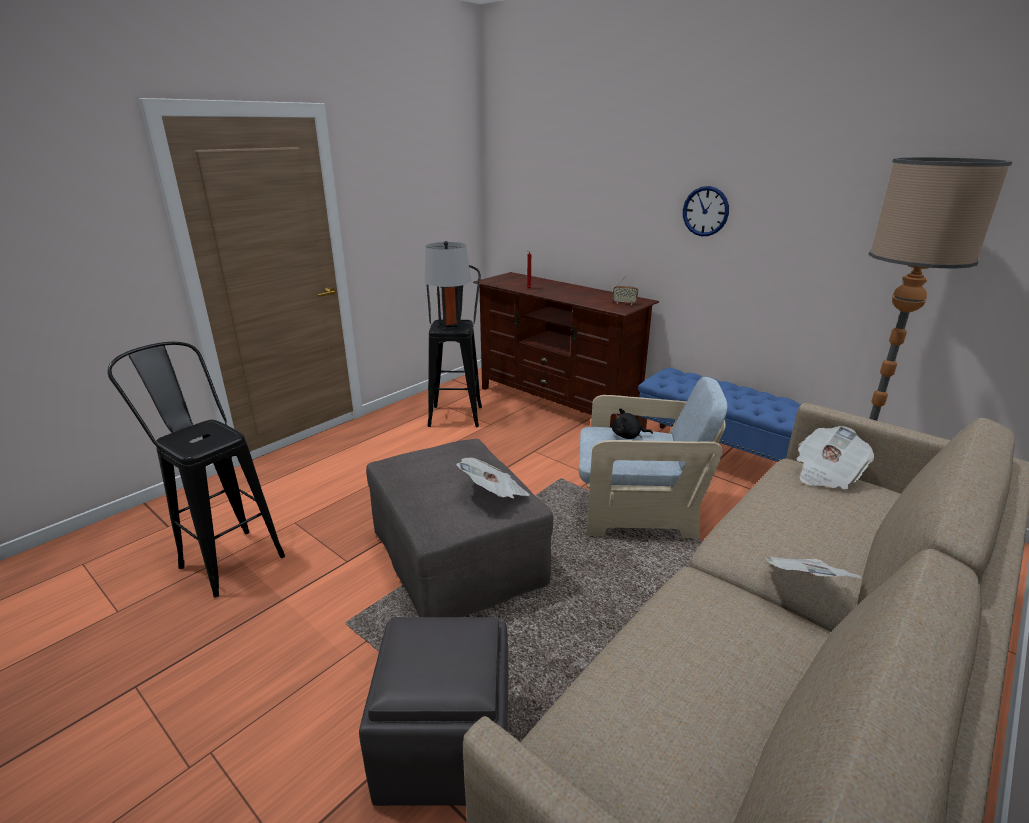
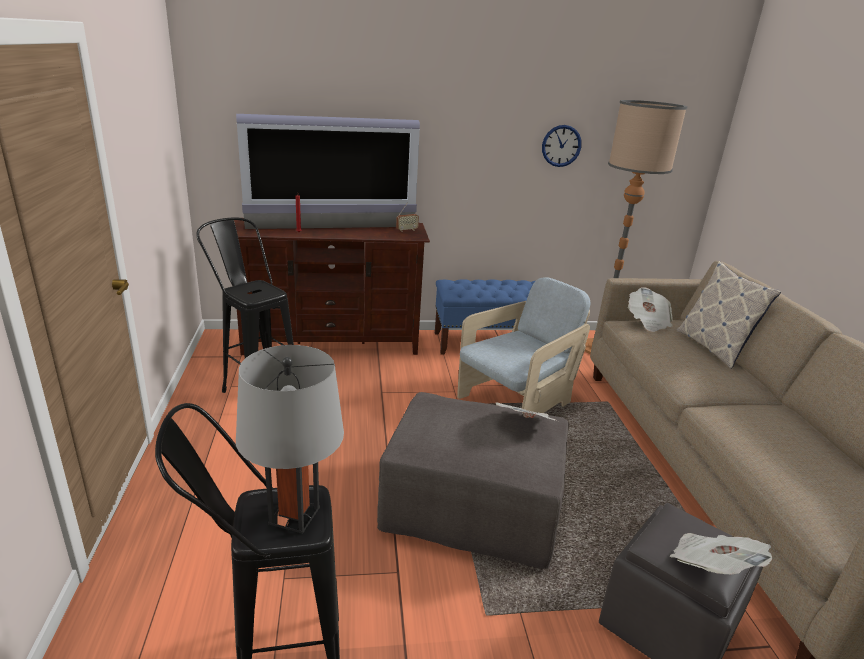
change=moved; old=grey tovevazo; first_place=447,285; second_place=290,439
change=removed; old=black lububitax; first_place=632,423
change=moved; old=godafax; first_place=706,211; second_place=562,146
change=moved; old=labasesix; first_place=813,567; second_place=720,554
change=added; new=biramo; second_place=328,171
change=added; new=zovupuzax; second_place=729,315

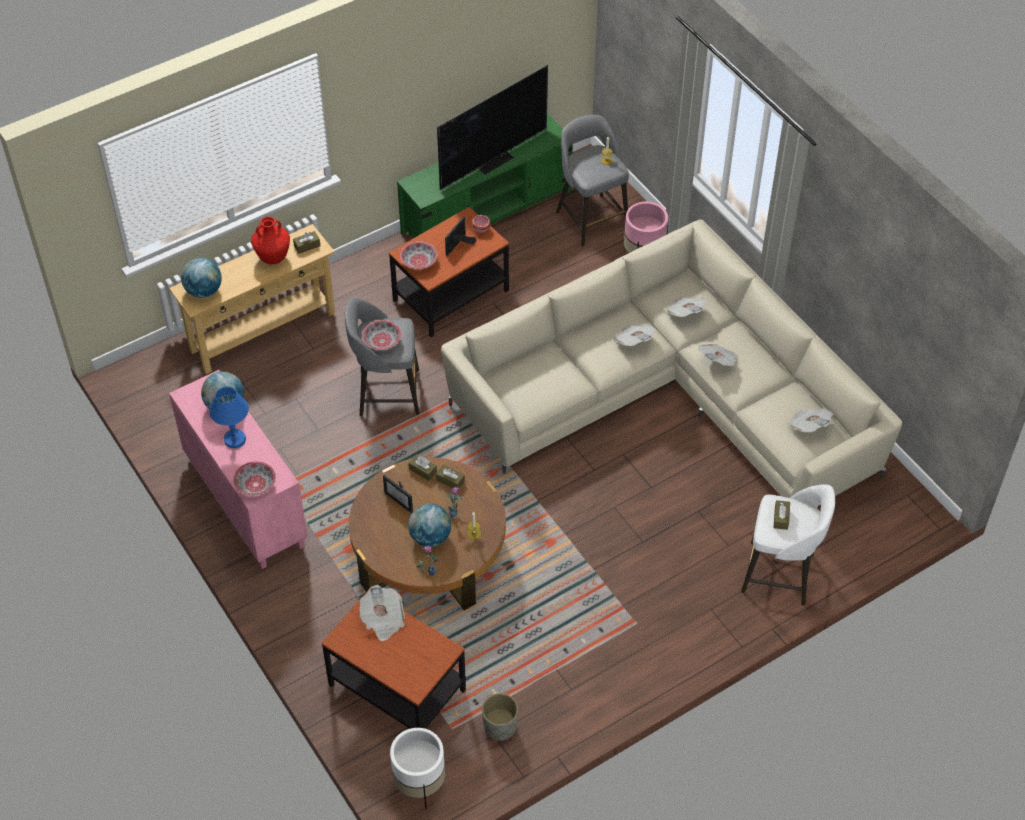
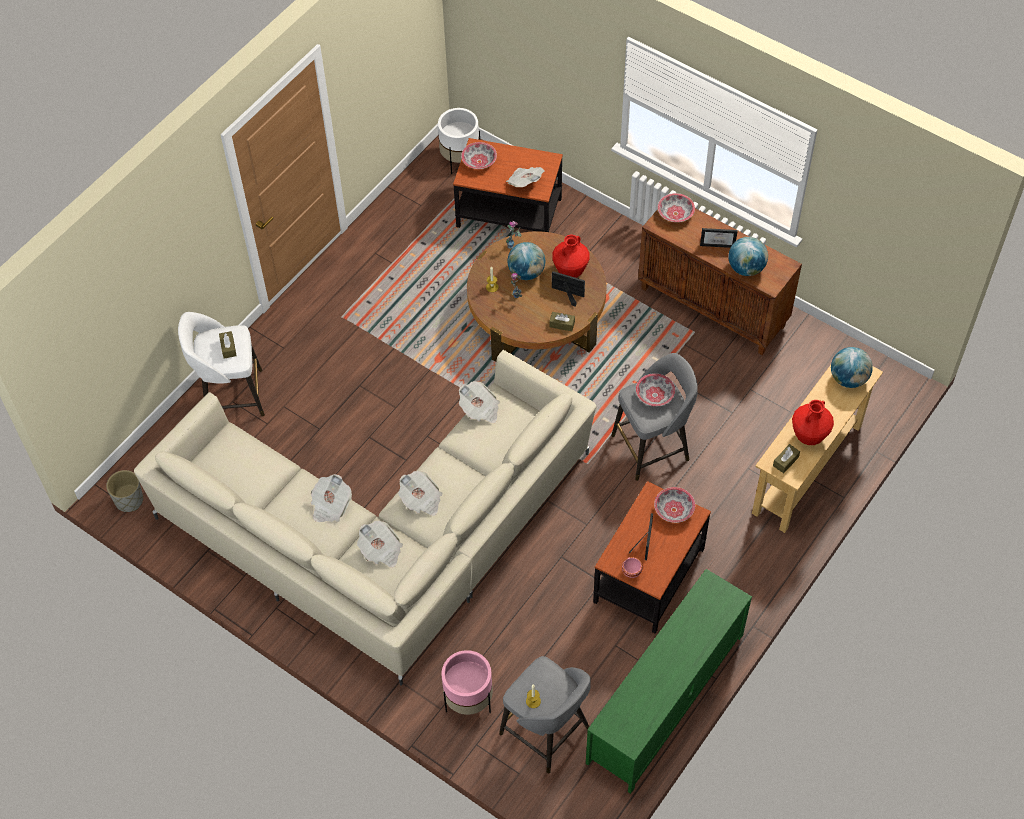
change=recoloured; old=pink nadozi; new=brown nadozi; first_place=238,469; second_place=720,281
change=replaced; old=blue tovevazo; new=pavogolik; first_place=229,417; second_place=719,238
change=removed; old=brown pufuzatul; first_place=450,477
change=removed; old=biramo; first_place=492,127
change=moved; old=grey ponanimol; first_place=500,717; second_place=124,491
change=moved; old=labasesix; first_place=810,420; second_place=479,402
change=added; new=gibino; second_place=479,155
change=added; new=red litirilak; second_place=570,256

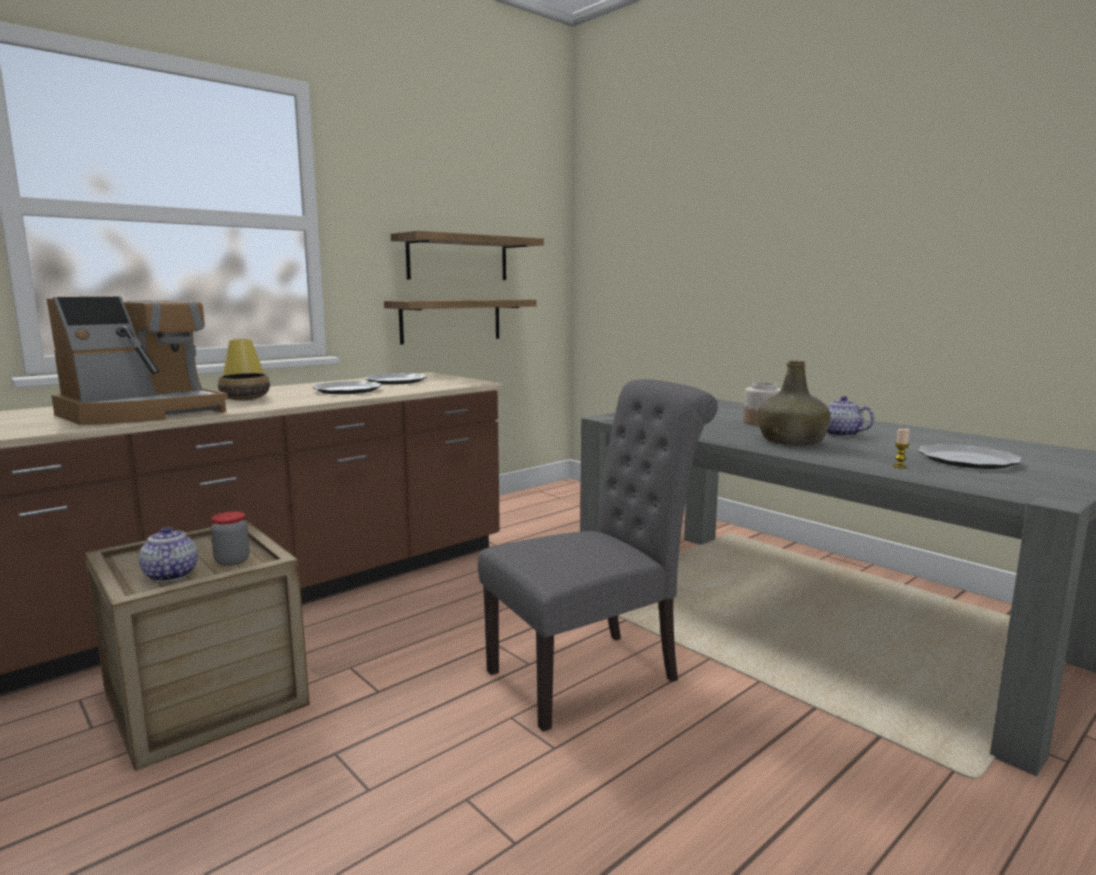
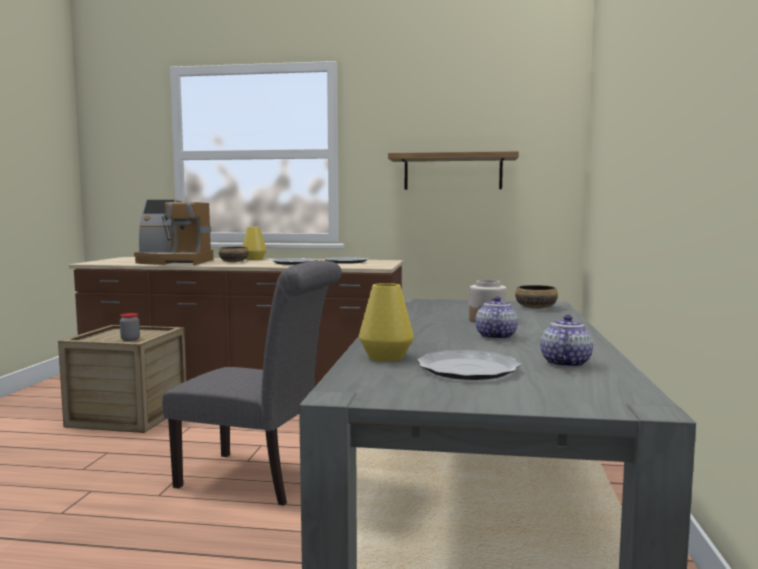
change=moved; old=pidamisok; first_place=168,554; second_place=566,341
change=removed; old=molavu; first_place=460,321
change=removed; old=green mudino; first_place=794,402
change=replaced; old=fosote; new=yellow litirilak; first_place=901,448; second_place=386,322
change=added; new=gibino; second_place=536,297

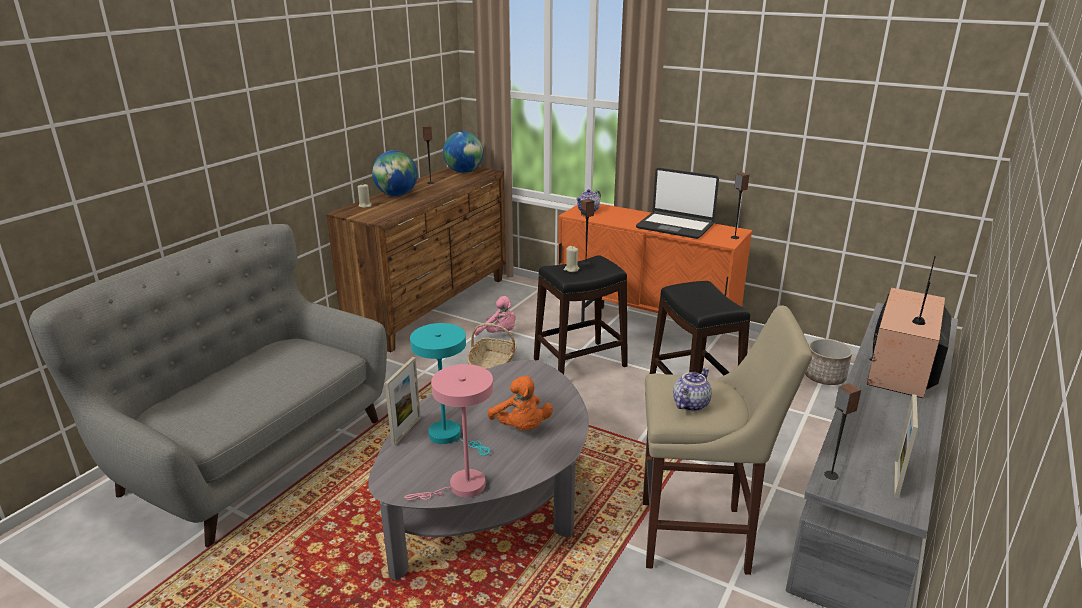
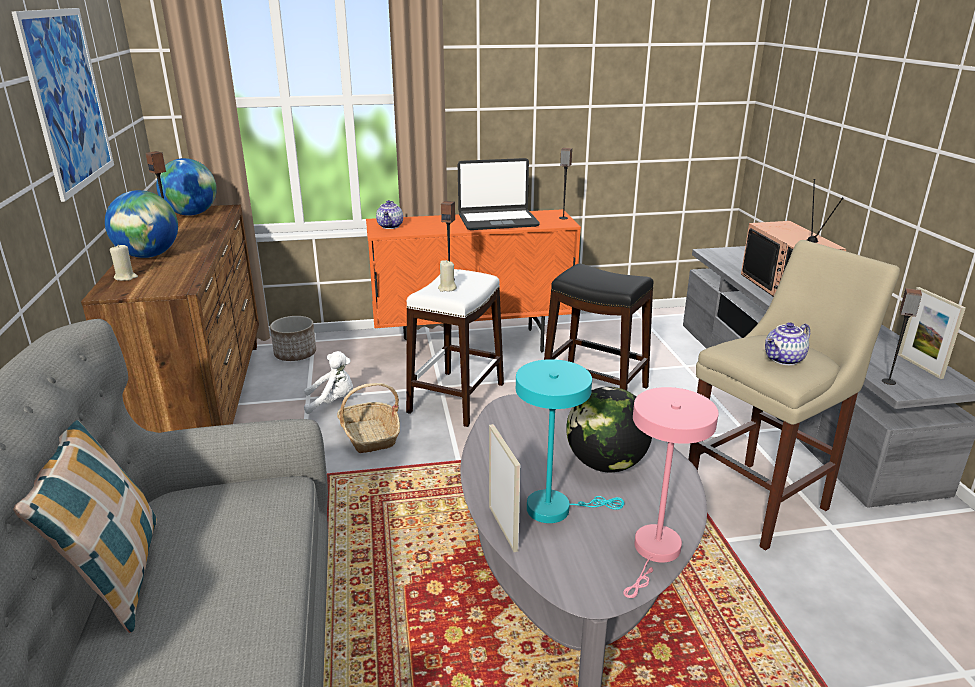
change=recoloured; old=pink lububitax; new=white lububitax; first_place=495,316; second_place=328,382
change=replaced; old=orange lububitax; new=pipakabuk; first_place=520,403; second_place=609,429
change=recoloured; old=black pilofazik; new=white pilofazik; first_place=581,314; second_place=455,348
change=turned; old=pidamisok; first_place=692,389; second_place=787,343; degrees=-120
change=moved; old=ponanimol; first_place=828,362; second_place=293,338
change=added; new=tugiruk; second_place=63,105
change=added; new=zovupuzax; second_place=85,526

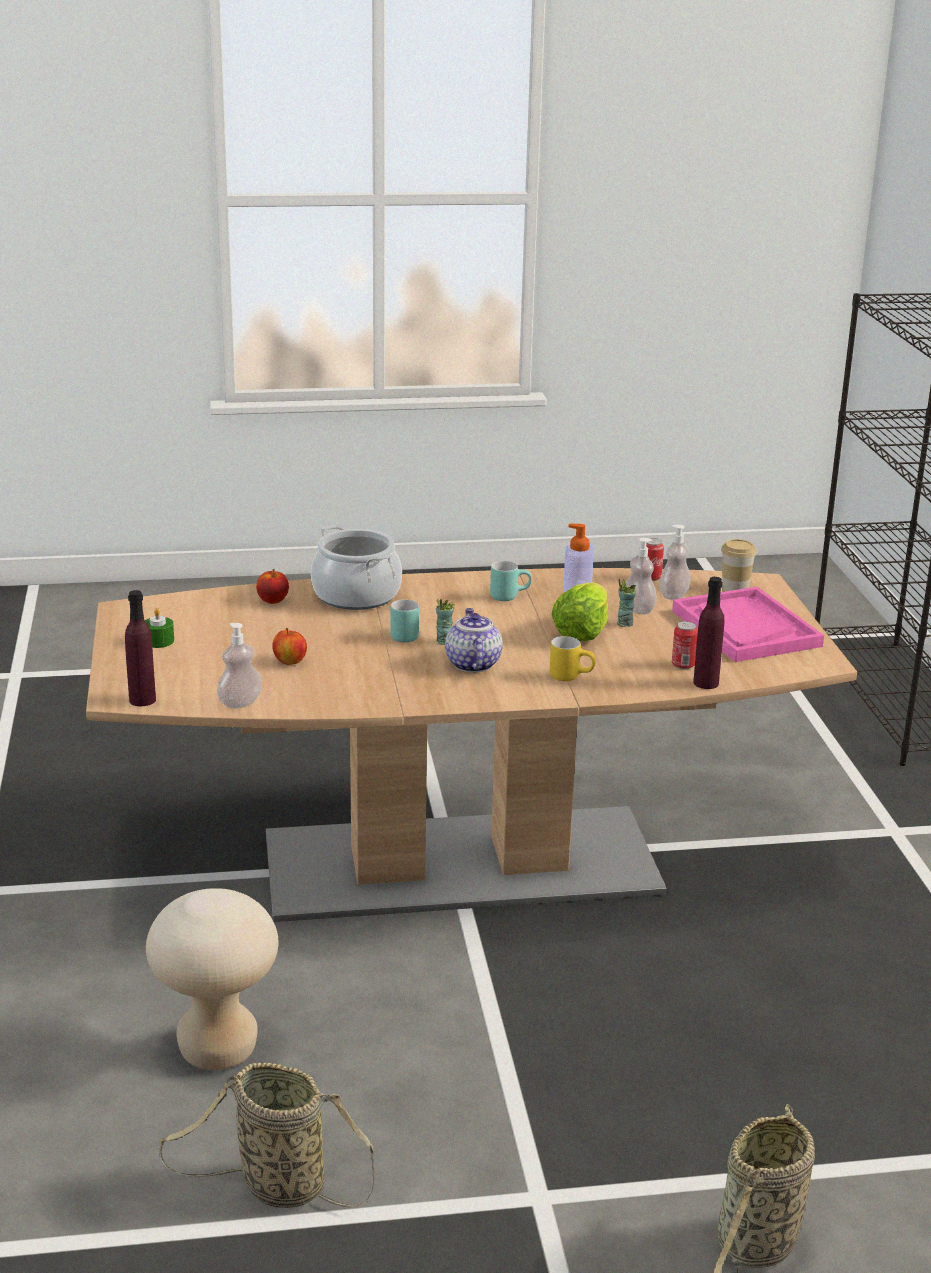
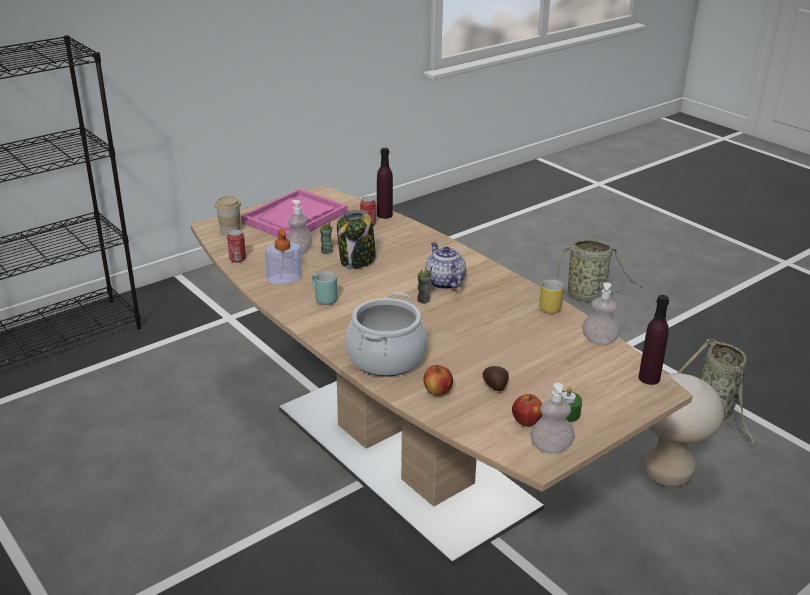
change=moved; old=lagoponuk; first_place=289,646; second_place=527,410
change=removed; old=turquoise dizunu; first_place=404,621
change=turned; old=pidamisok; first_place=474,640; second_place=445,265; degrees=105
change=moved; old=yellow dizunu; first_place=572,658; second_place=551,296
change=replaced; old=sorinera; new=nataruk; first_place=579,612; second_place=356,239
change=moved; old=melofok; first_place=675,562; second_place=552,418
change=added; new=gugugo; second_place=496,378

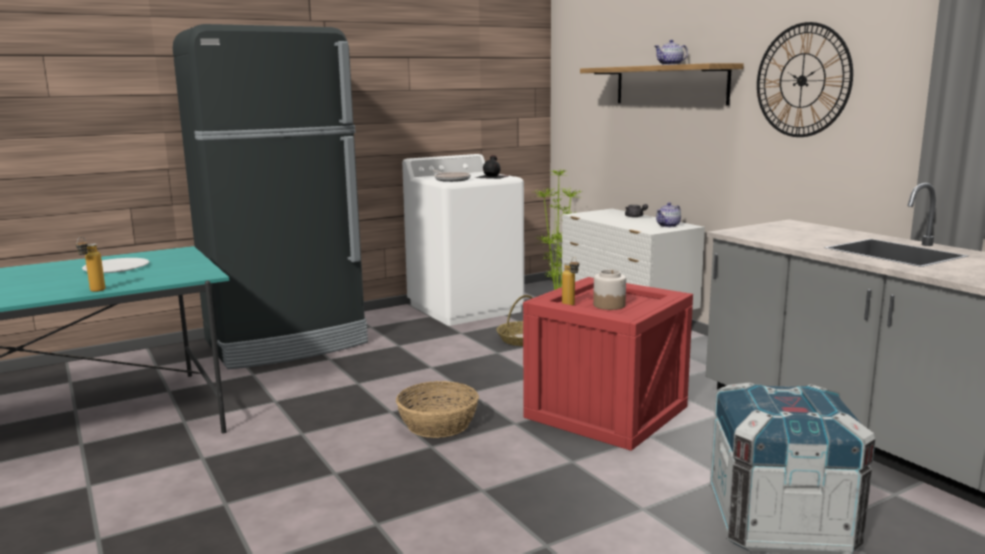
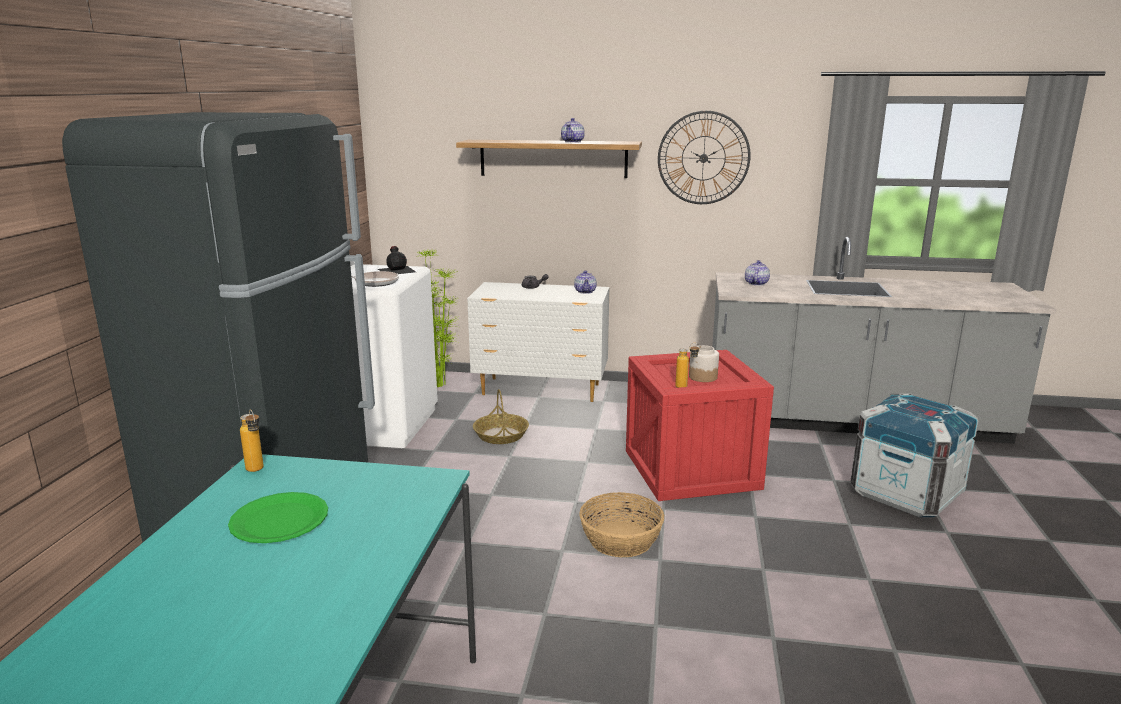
change=moved; old=mudino; first_place=90,264; second_place=252,440
change=recoloured; old=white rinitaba; new=green rinitaba; first_place=115,265; second_place=278,517
change=added; new=pidamisok; second_place=757,273

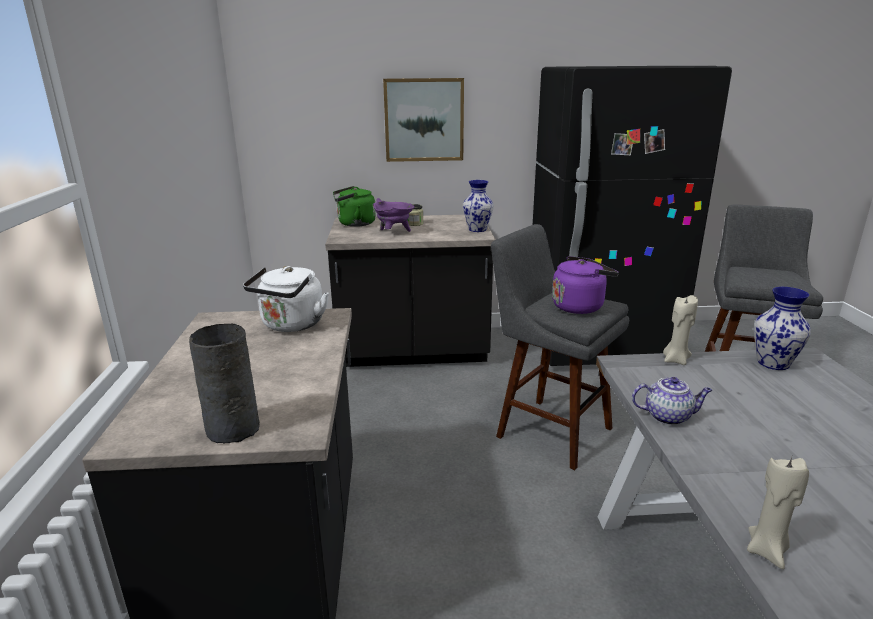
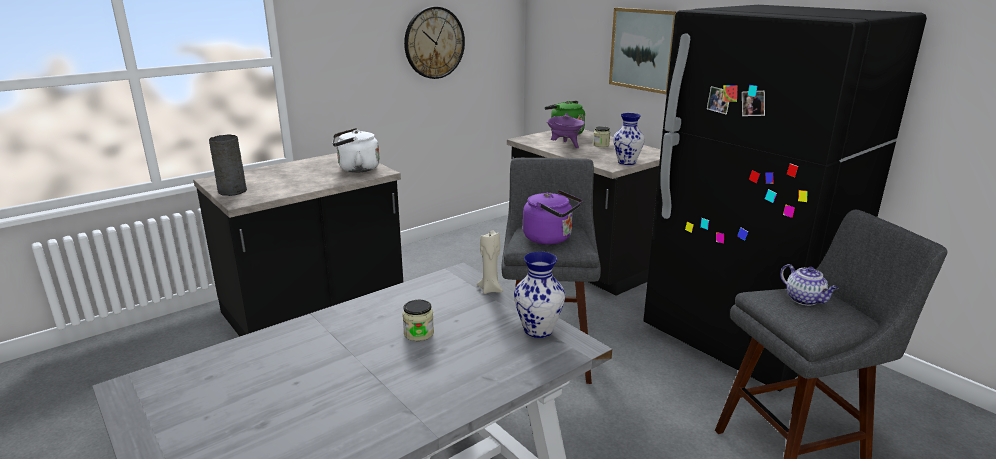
change=moved; old=pidamisok; first_place=672,401; second_place=809,285
change=removed; old=beige fosote; first_place=778,513
change=added; new=nataruk; second_place=418,320
change=added; new=godafax; second_place=434,42

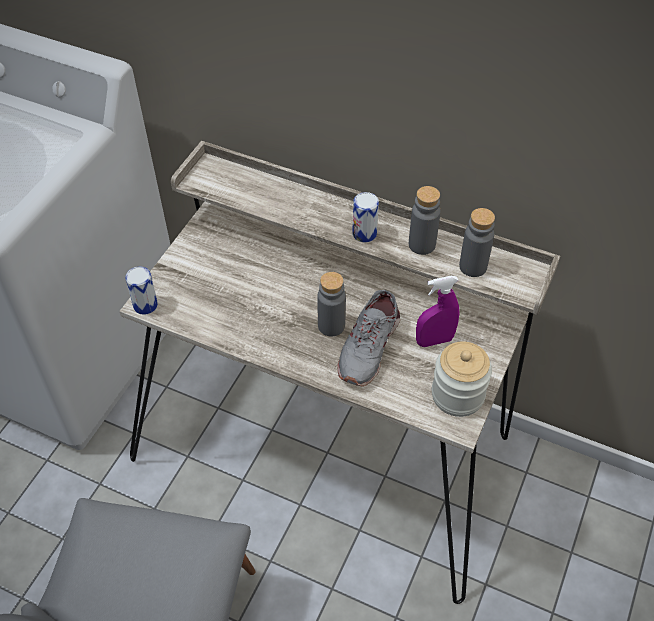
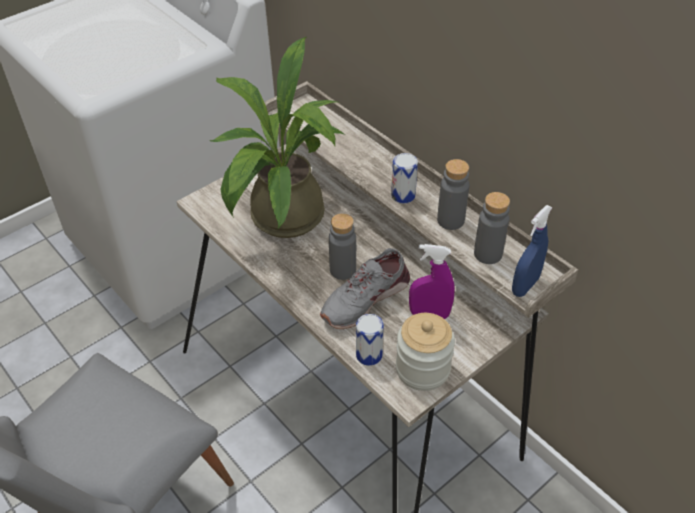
change=moved; old=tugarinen; first_place=141,290; second_place=370,340
change=added; new=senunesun; second_place=277,137
change=added; new=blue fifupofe; second_place=532,251

